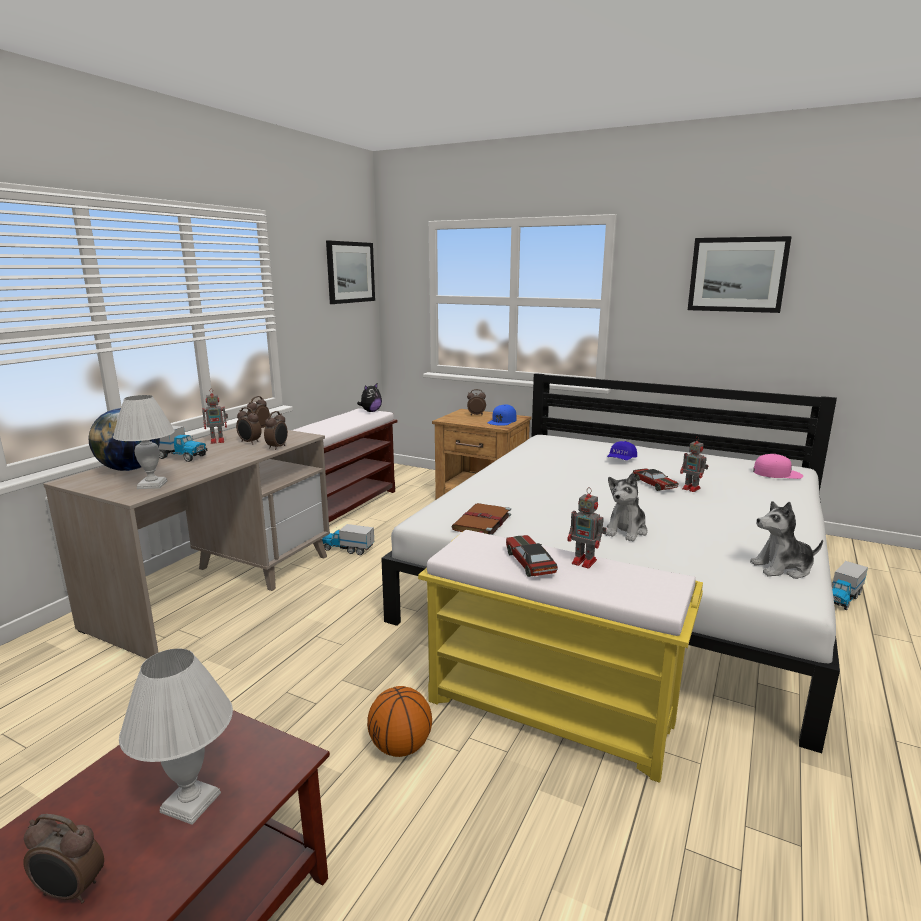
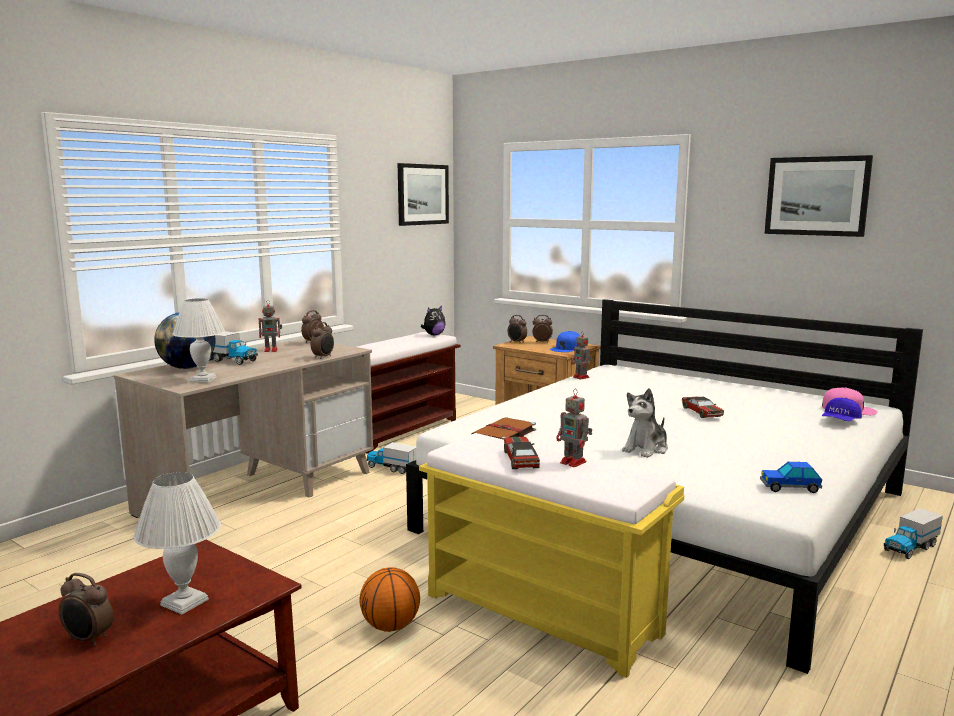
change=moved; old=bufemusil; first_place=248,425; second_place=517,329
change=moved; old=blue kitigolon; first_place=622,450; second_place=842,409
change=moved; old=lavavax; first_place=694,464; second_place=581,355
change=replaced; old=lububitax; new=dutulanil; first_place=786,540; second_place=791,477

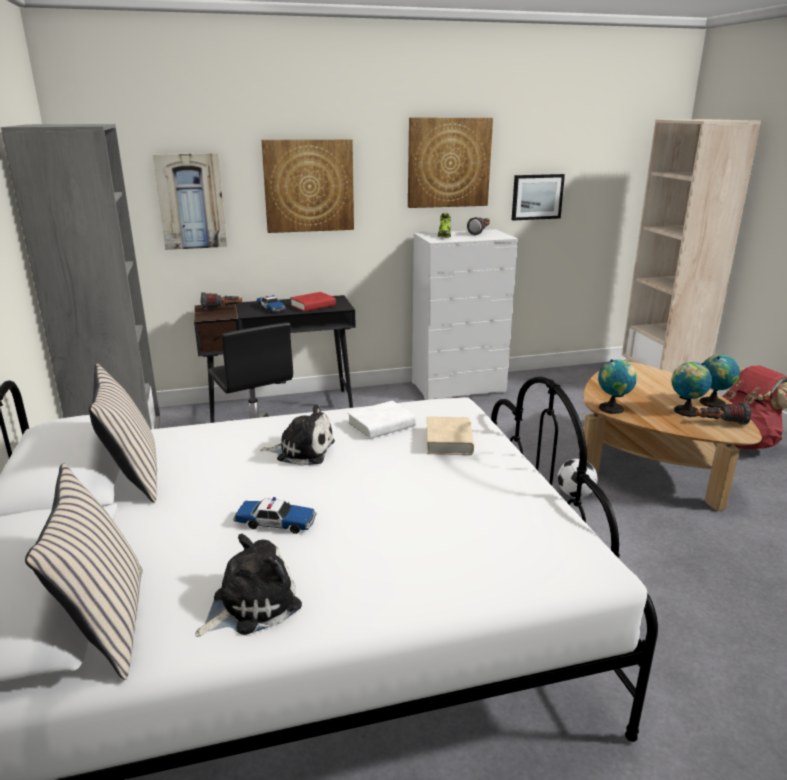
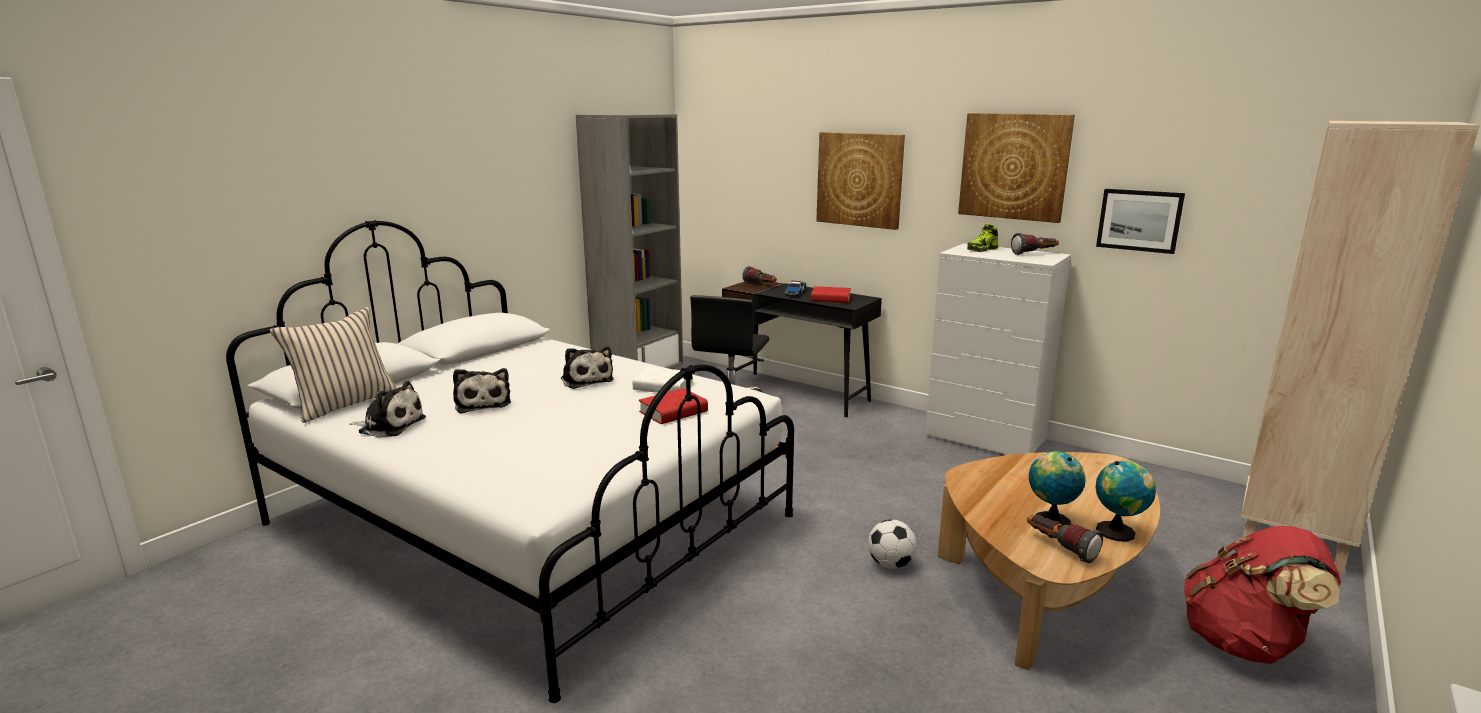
change=removed; old=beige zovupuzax; first_place=123,433
change=removed; old=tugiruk; first_place=190,201
change=replaced; old=dutulanil; new=lububitax; first_place=274,515; second_place=482,390
change=recoloured; old=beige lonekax; new=red lonekax; first_place=450,435; second_place=673,406
change=removed; old=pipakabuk; first_place=617,386

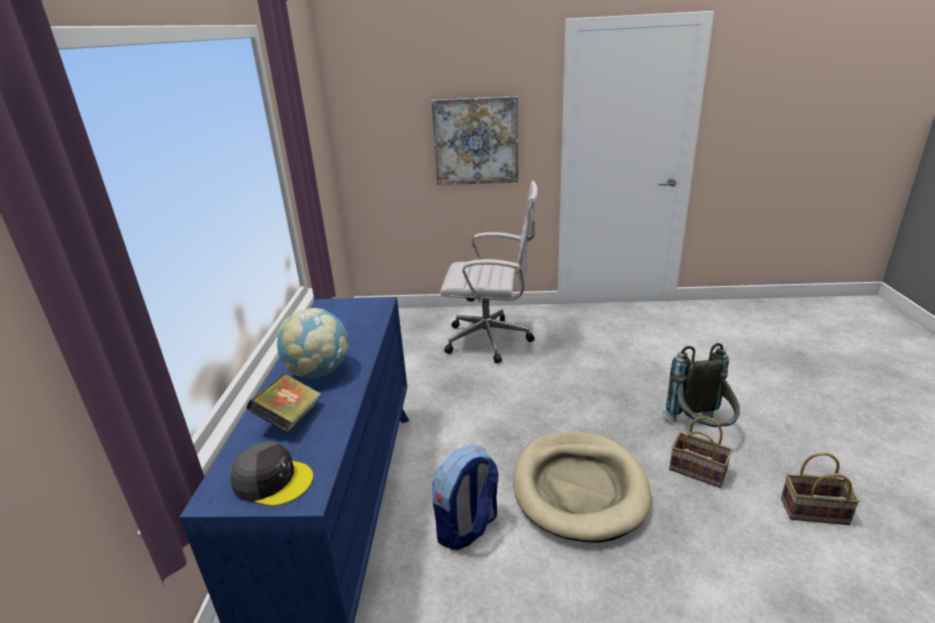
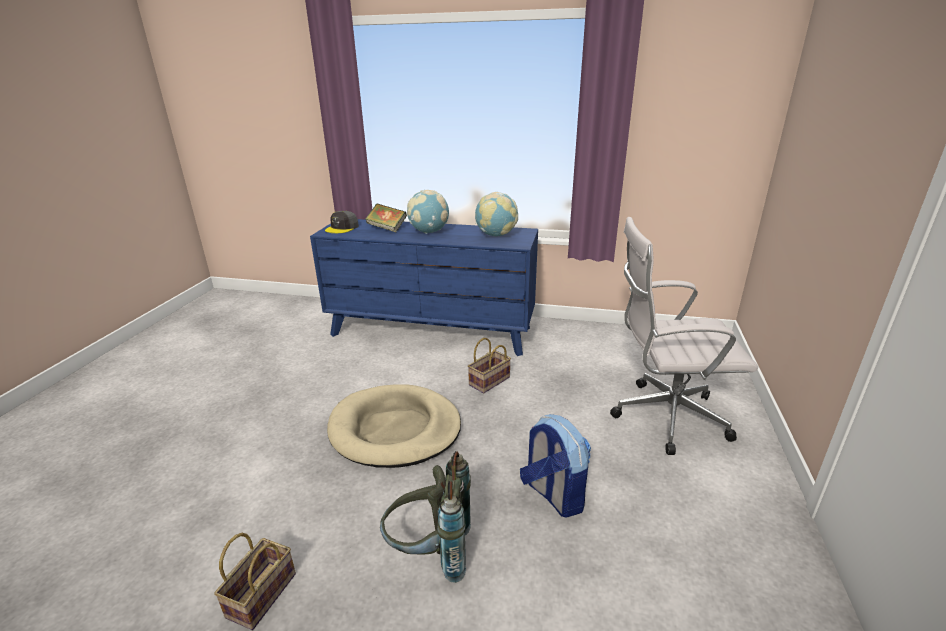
change=removed; old=tugiruk; first_place=475,140
change=moved; old=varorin; first_place=465,498; second_place=555,466
change=turned; old=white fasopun; first_place=489,272; second_place=684,336; degrees=75
change=moved; old=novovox; first_place=701,452; second_place=489,365
change=added; new=pipakabuk; second_place=496,214

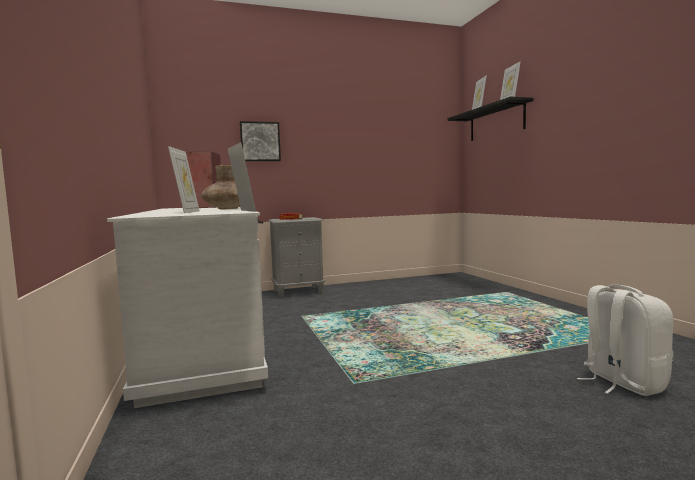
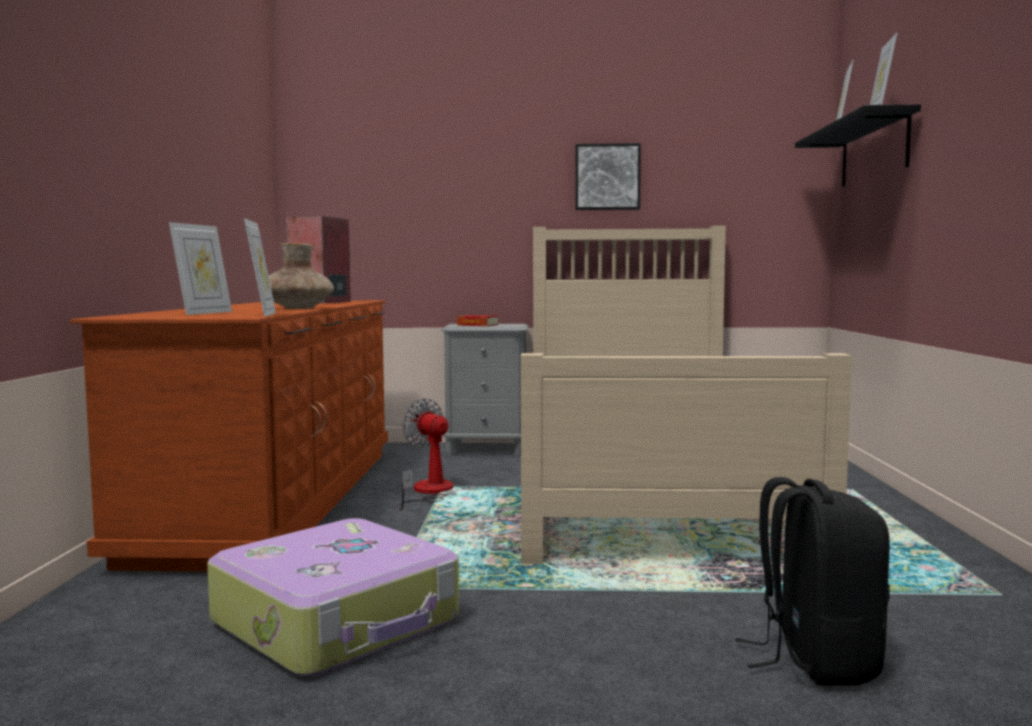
change=recoloured; old=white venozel; new=brown venozel; first_place=187,307; second_place=229,436
change=moved; old=tugiruk; first_place=260,141; second_place=608,176
change=recoloured; old=white varorin; new=black varorin; first_place=625,340; second_place=813,581
change=added; new=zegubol; second_place=333,597
change=added; new=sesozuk; second_place=426,454
change=added; new=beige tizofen; second_place=686,395

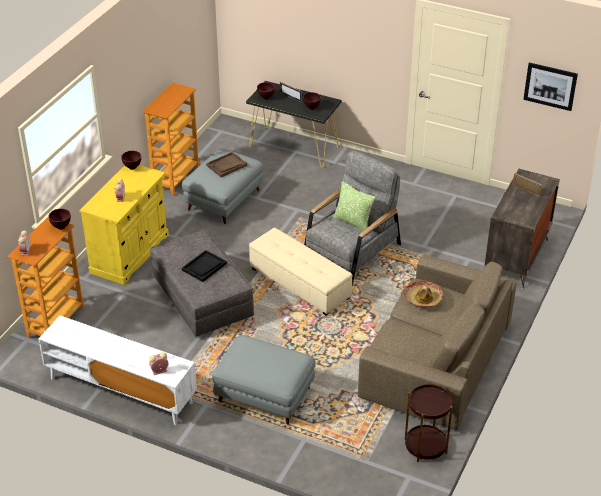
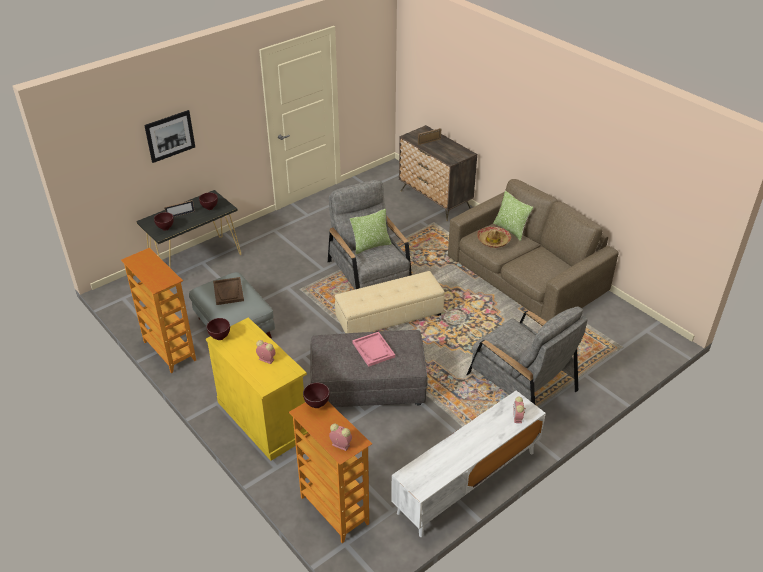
change=recoloured; old=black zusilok; new=pink zusilok; first_place=204,266; second_place=373,349
change=replaced; old=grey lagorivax; new=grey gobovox; first_place=264,379; second_place=527,355
change=removed; old=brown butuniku; first_place=429,423
change=moved; old=tugiruk; first_place=550,86; second_place=169,136
change=added; new=zovupuzax; second_place=513,216

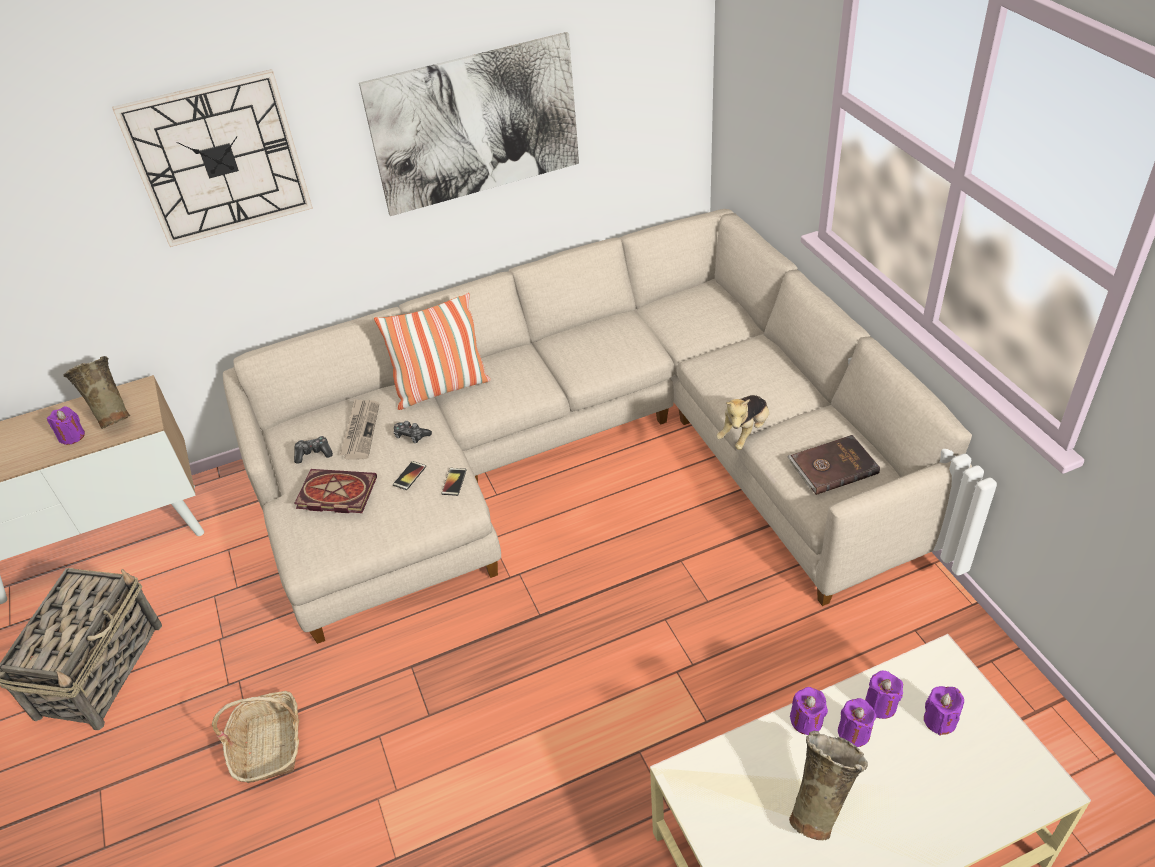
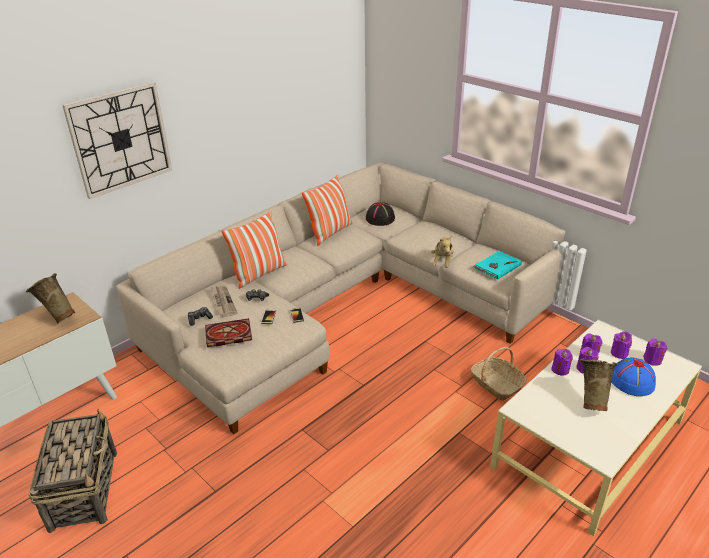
change=moved; old=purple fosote; first_place=66,425; second_place=655,352
change=moved; old=novovox; first_place=255,737; second_place=499,374
change=removed; old=tugiruk; first_place=469,124
change=recoloured; old=brown lonekax; new=turquoise lonekax; first_place=834,465; second_place=497,265
change=added; new=zovupuzax; second_place=327,210
change=added; new=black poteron; second_place=380,214
change=added; new=blue poteron; second_place=633,377

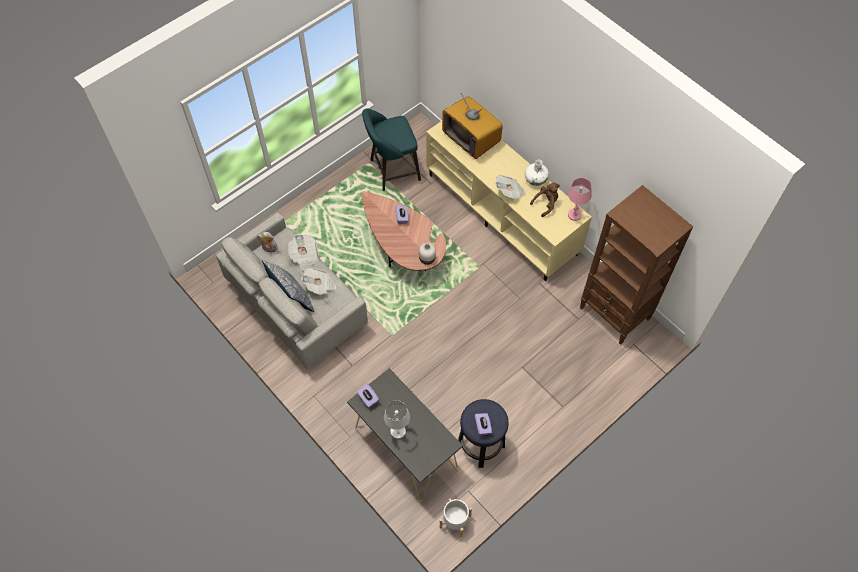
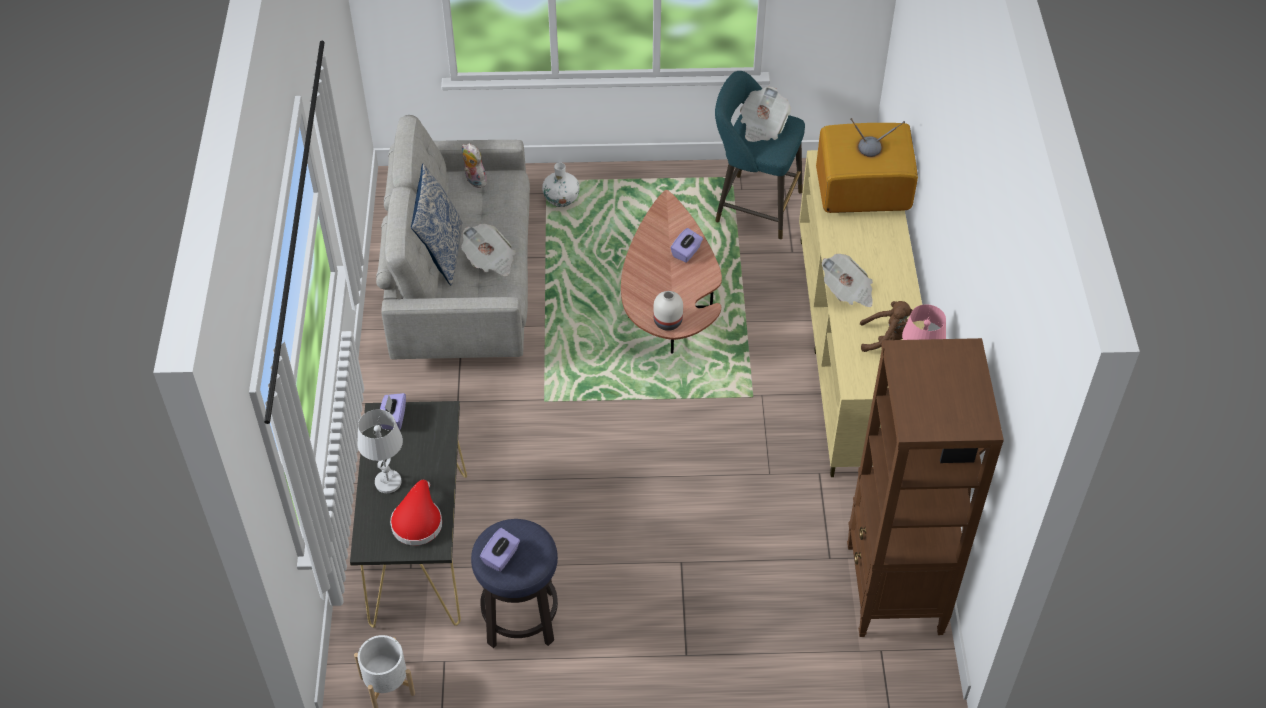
change=moved; old=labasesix; first_place=303,252; second_place=765,114
change=turned; old=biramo; first_place=472,126; second_place=867,165; degrees=90
change=moved; old=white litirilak; first_place=537,172; second_place=561,184
change=added; new=red poteron; second_place=416,512

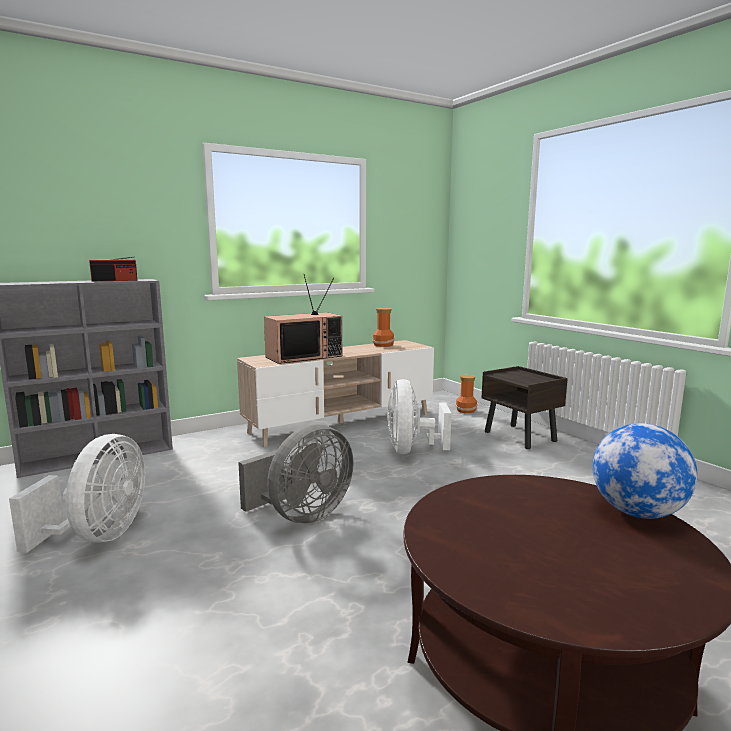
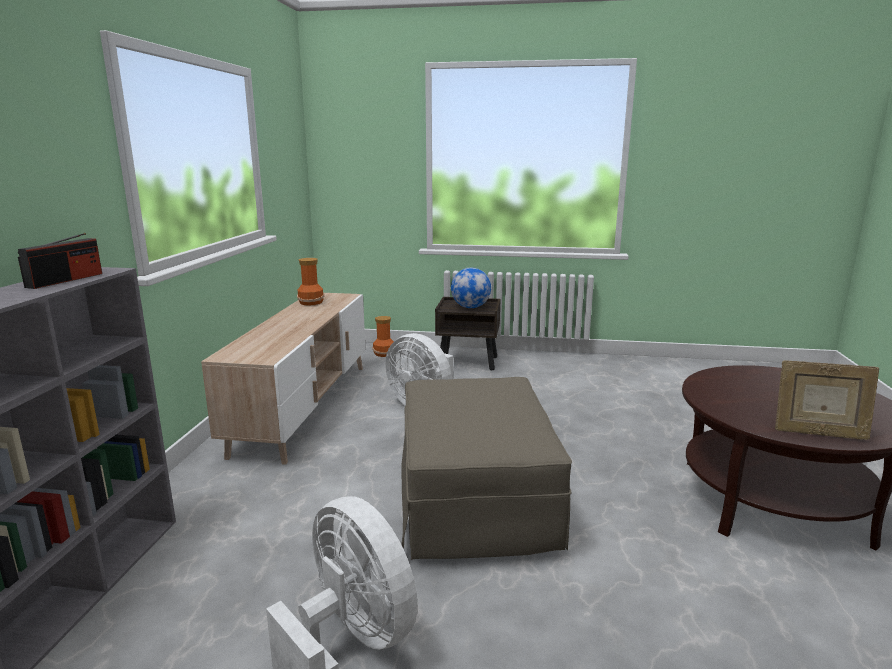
change=replaced; old=grey sesozuk; new=beige lagorivax; first_place=295,474; second_place=486,468
change=removed; old=biramo; first_place=303,319
change=moved; old=pipakabuk; first_place=644,471; second_place=471,288
change=added; new=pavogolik; second_place=827,400

